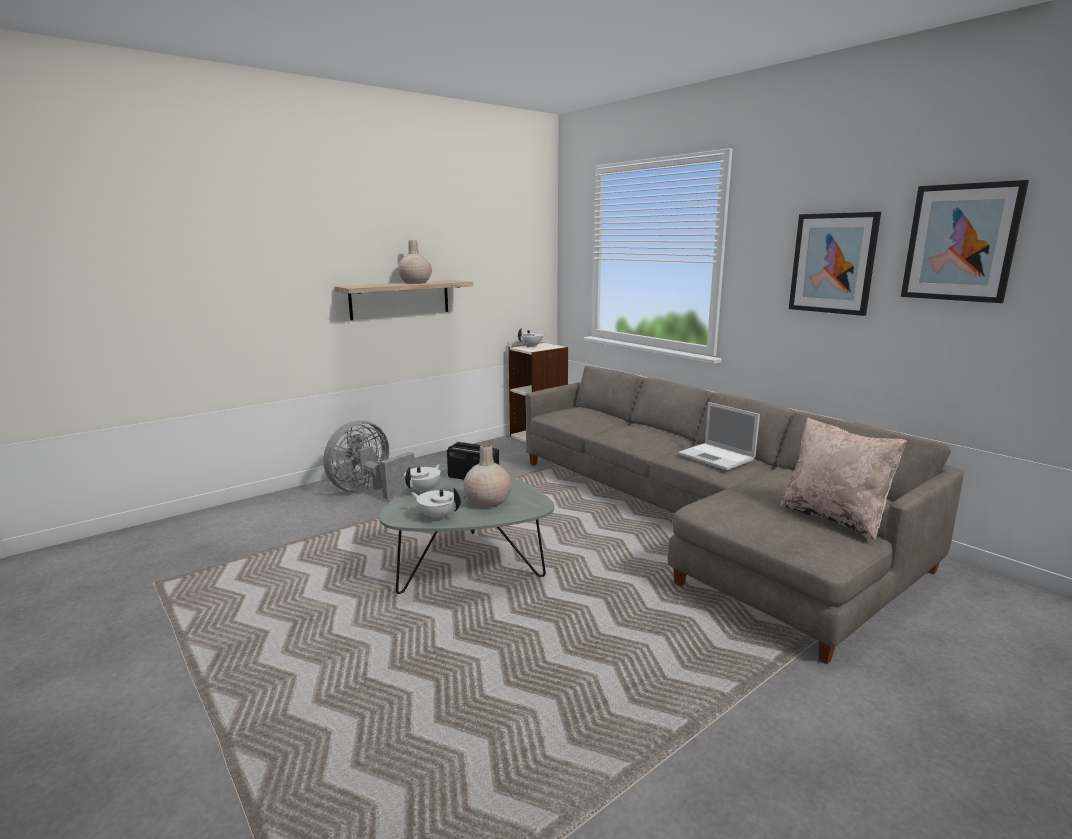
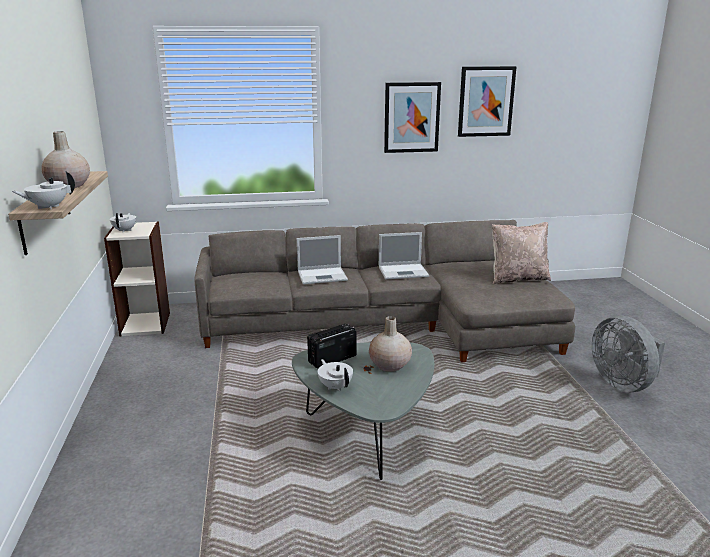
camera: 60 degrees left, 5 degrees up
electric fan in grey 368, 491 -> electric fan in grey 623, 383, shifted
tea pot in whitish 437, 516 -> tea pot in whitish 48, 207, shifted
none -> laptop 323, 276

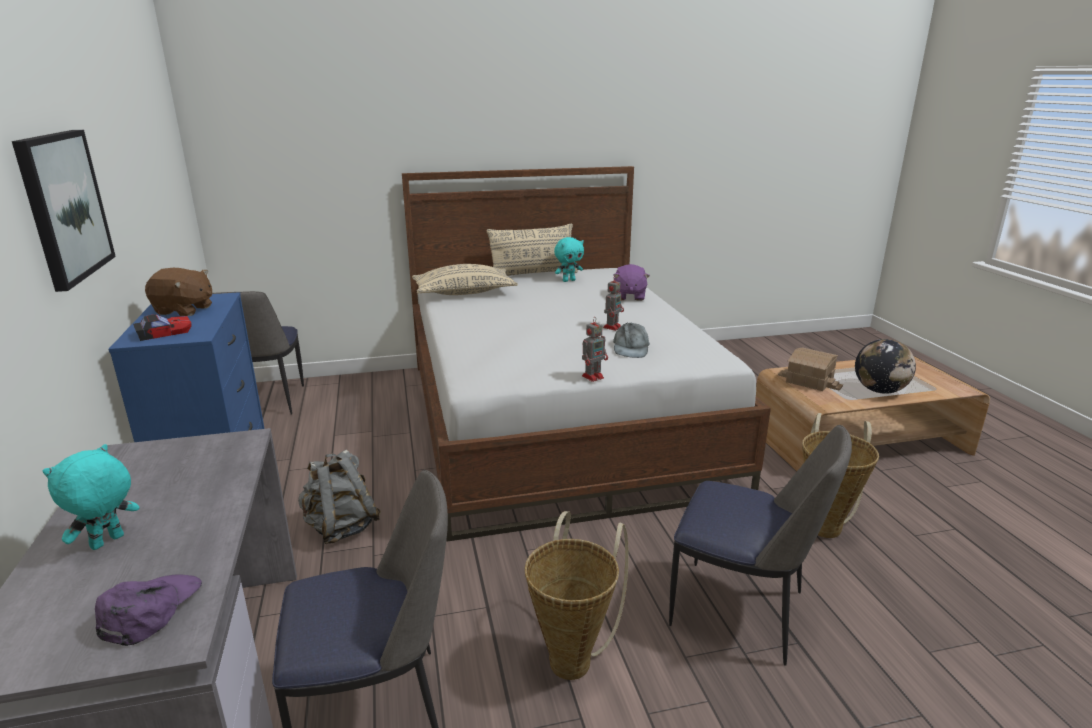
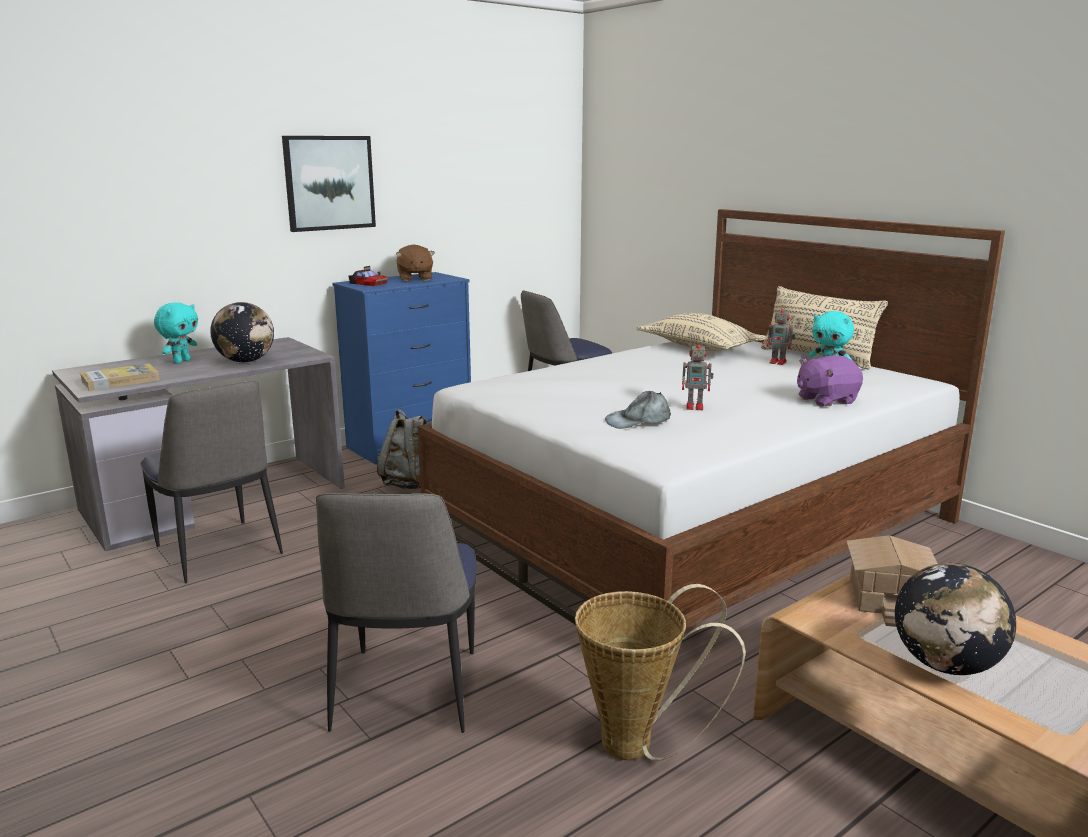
camera: 65 degrees right, 5 degrees down
cuddly toy in blue-green 107, 542 -> cuddly toy in blue-green 181, 361, 105 degrees clockwise
peaked cap in purple-coloured 150, 610 -> volume 120, 380
basket 574, 657 -> none
toy robot 593, 376 -> toy robot 779, 362, shifted
none -> globe 246, 361

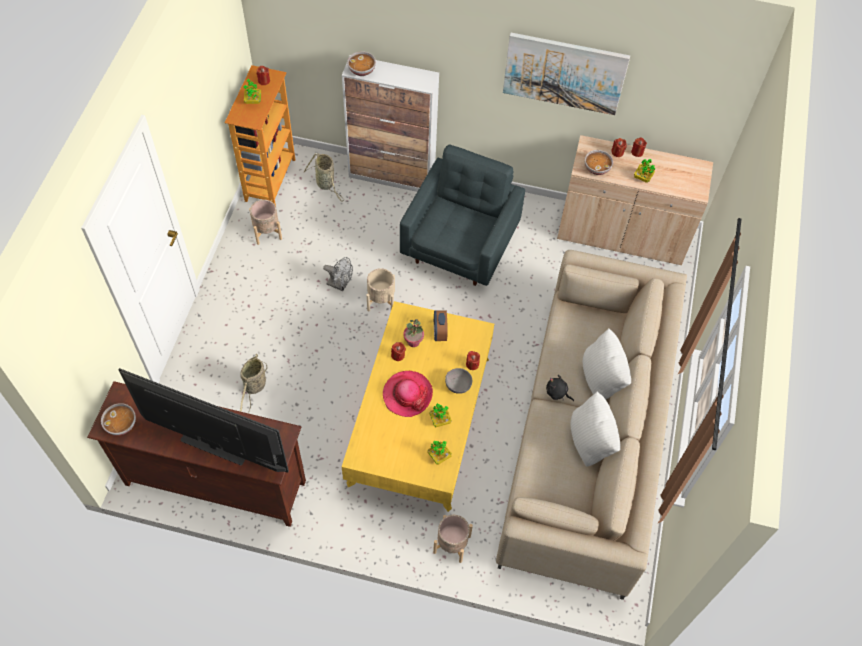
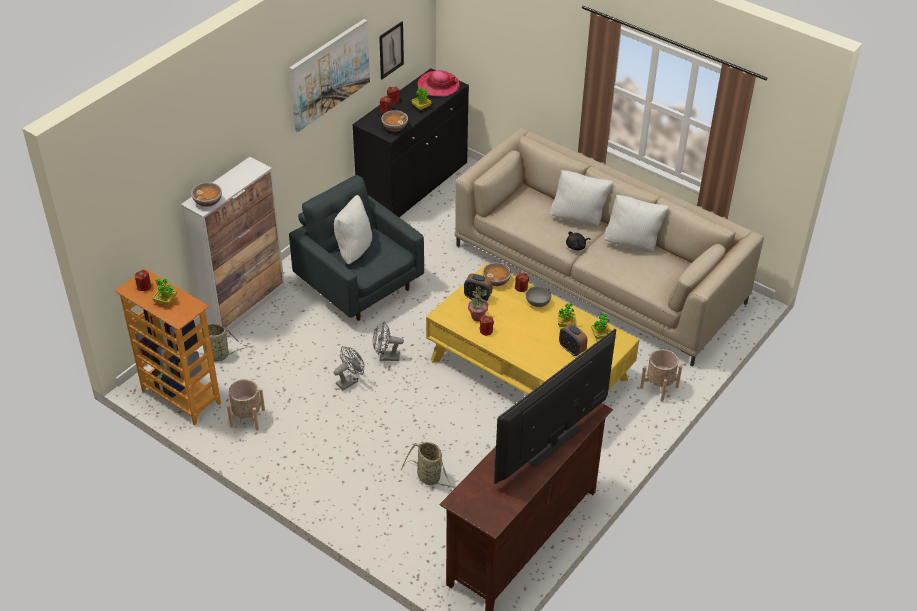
camera: 65 degrees left, 15 degrees down
deep dish 121, 424 -> deep dish 496, 280, shifted
flower pot in sand-coloured 381, 300 -> electric fan in grey 386, 357
clothing hat 407, 394 -> clothing hat 438, 86, shifted
storage cabinet in sand-coloured 622, 234 -> storage cabinet in black 413, 184
none -> cushion in whitish 353, 251
none -> wall art 391, 50
none -> alarm clock 572, 349

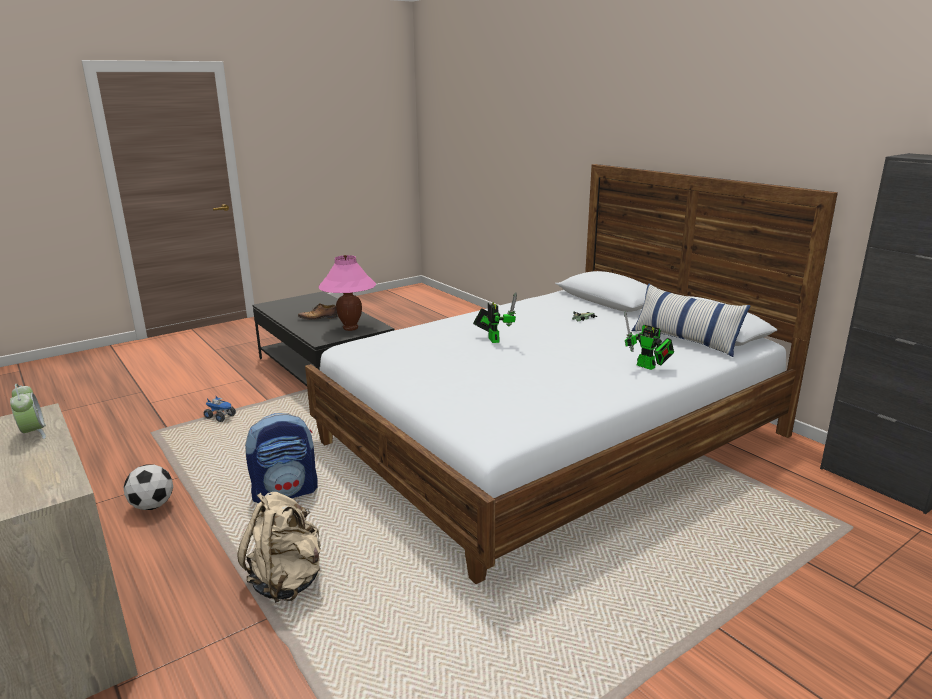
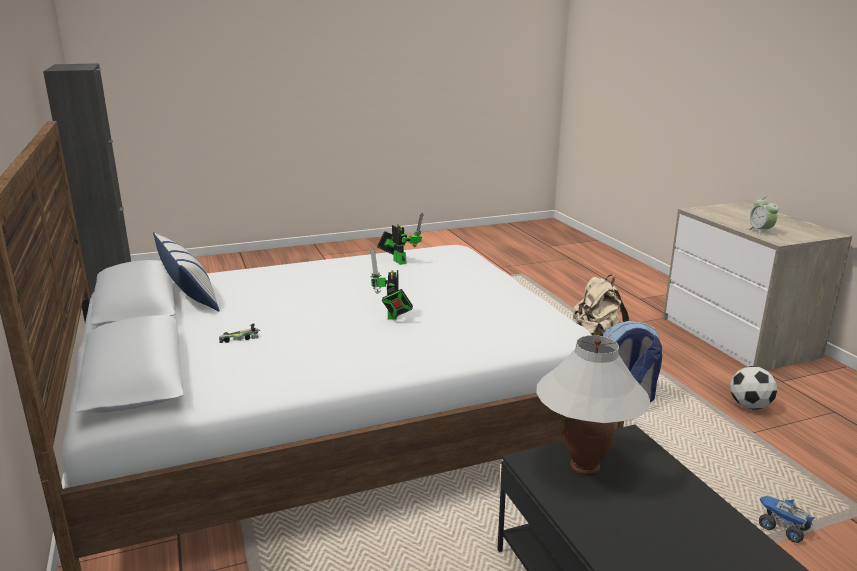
camera: 165 degrees left, 0 degrees up
item of footwear 319, 318 -> none
lamp for a table in pink-coloured 350, 328 -> lamp for a table in whitish 585, 468
toy robot 648, 367 -> toy robot 398, 261, shifted

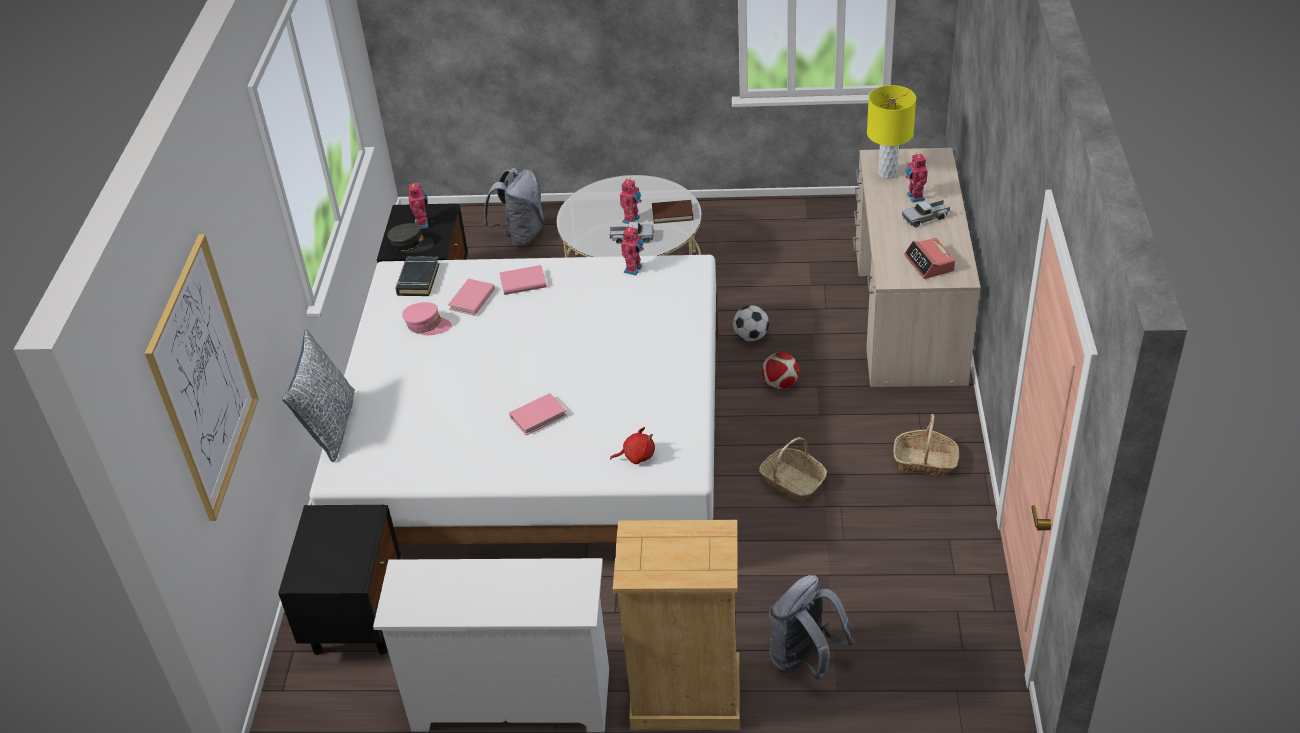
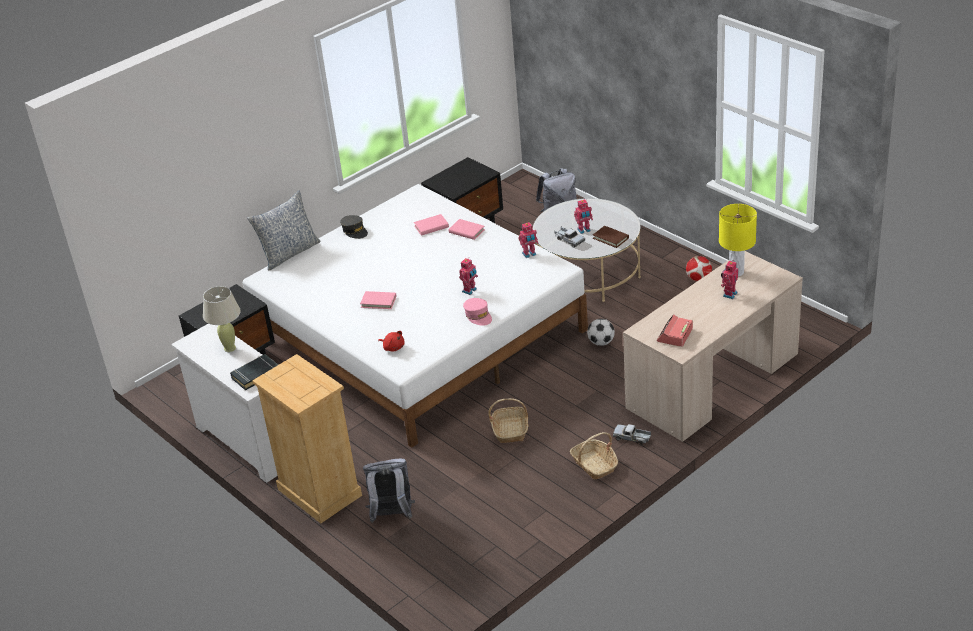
camera: 45 degrees right, 5 degrees down
wall art 203, 378 -> none
peaked cap in grey 411, 244 -> peaked cap in grey 354, 231, shifted
volume in black 418, 280 -> volume in black 255, 374, shifted
peaked cap in pink-coloured 427, 325 -> peaked cap in pink-coloured 478, 316, shifted
toy robot 423, 224 -> toy robot 470, 291, shifted
football 780, 384 -> football 698, 279, shifted
toy lorry 925, 218 -> toy lorry 632, 438, shifted
none -> lamp for a table in sand-coloured 230, 348

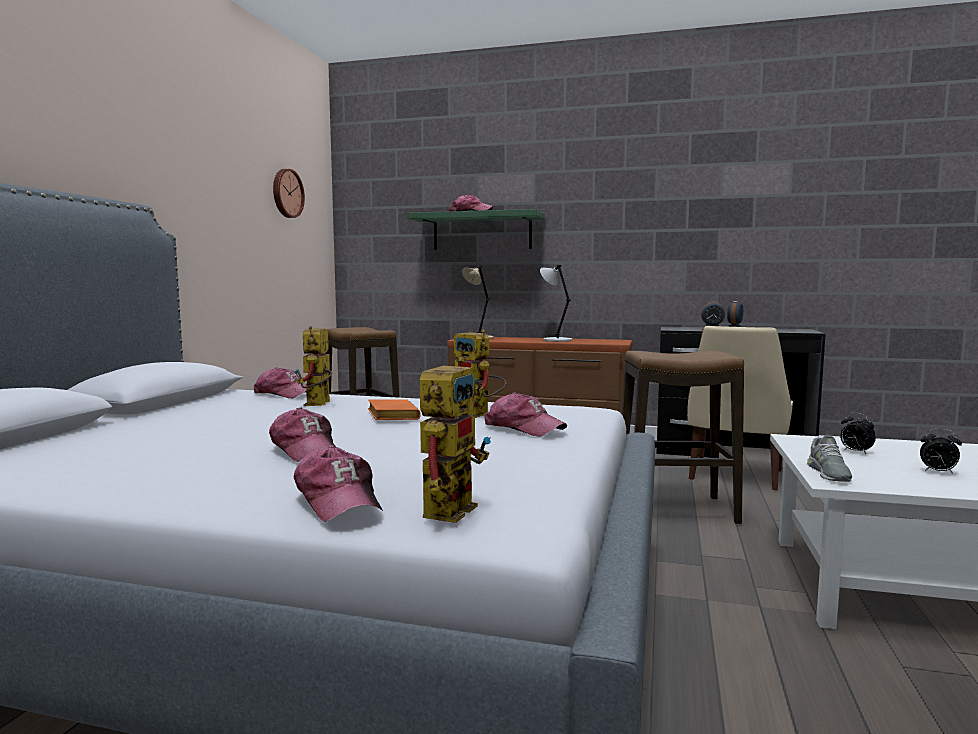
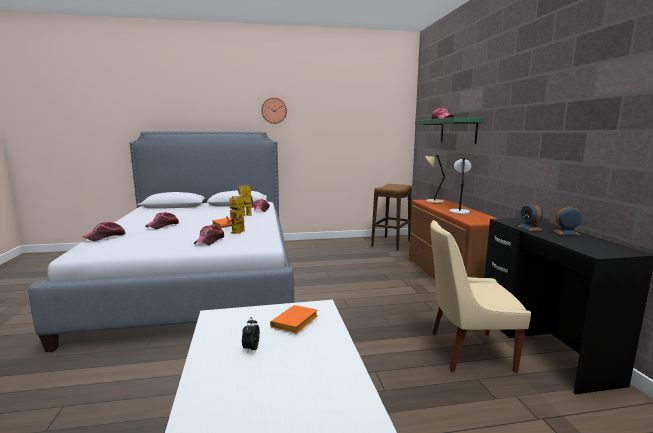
camera: 65 degrees right, 5 degrees up
hanging clock 286, 193 -> hanging clock 274, 110, shifted
toy robot 451, 506 -> none
stool seat 676, 510 -> none
item of footwear in grey 828, 473 -> none
alarm clock 855, 452 -> volume in orange-coloured 295, 324

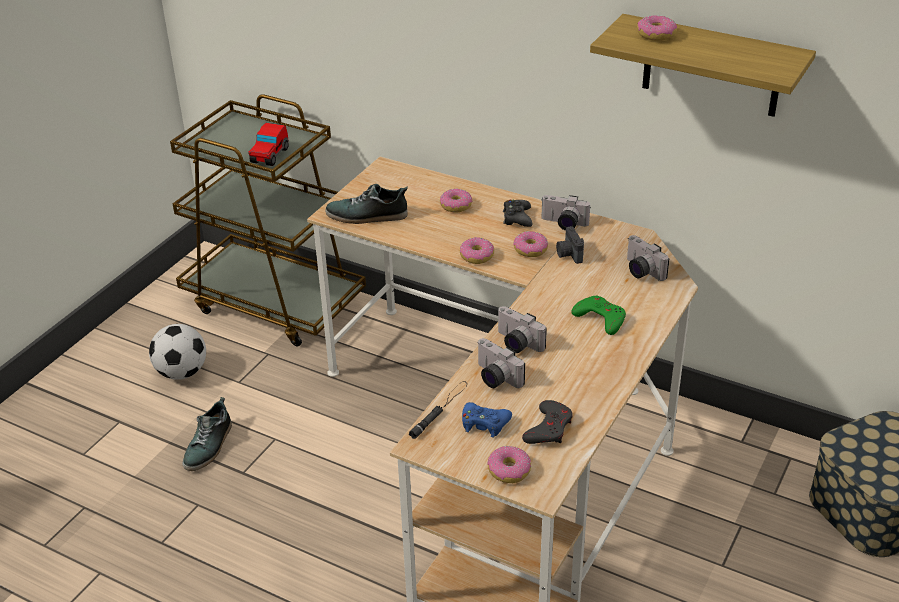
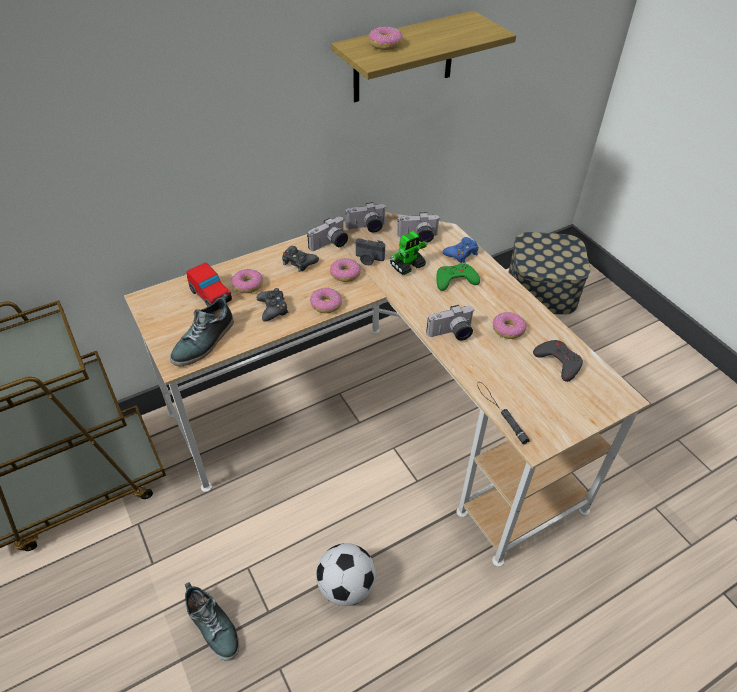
camera: 60 degrees left, 10 degrees up
football 181, 372 -> football 346, 586, shifted
toy car 269, 156 -> toy car 211, 296, shifted
joypad in blue 484, 424 -> joypad in blue 461, 253, shifted
photo camera 494, 378 -> photo camera 366, 228, shifted
donut 509, 470 -> donut 508, 330, shifted
none -> joypad in black 273, 308
none -> toy robot 408, 265

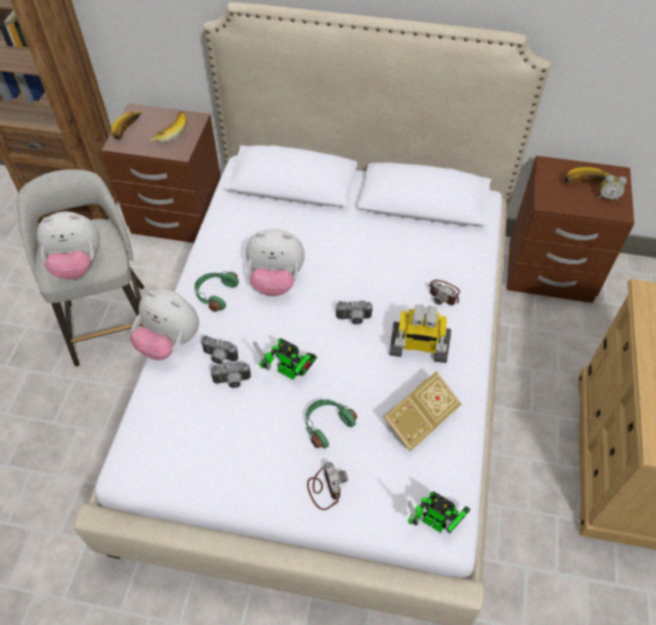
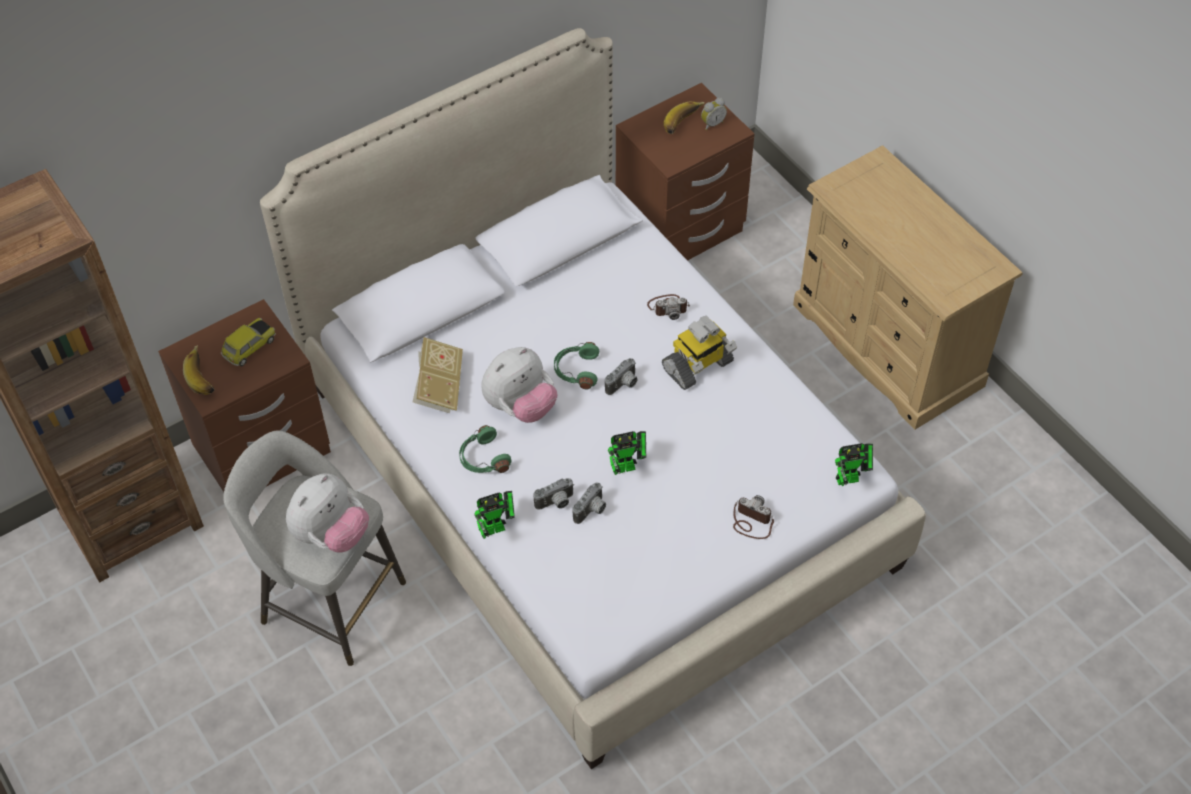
camera: 45 degrees left, 0 degrees up
cuddly toy 169, 342 -> toy robot 497, 528
banana fruit 169, 132 -> toy car 249, 347
headphones in green 326, 424 -> headphones in green 576, 370, shifted
volume 418, 419 -> volume 439, 387, shifted

